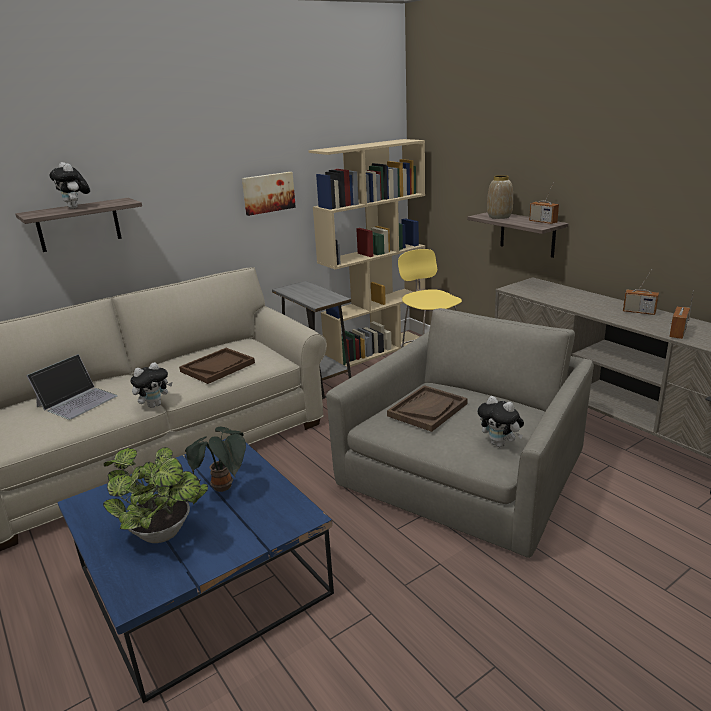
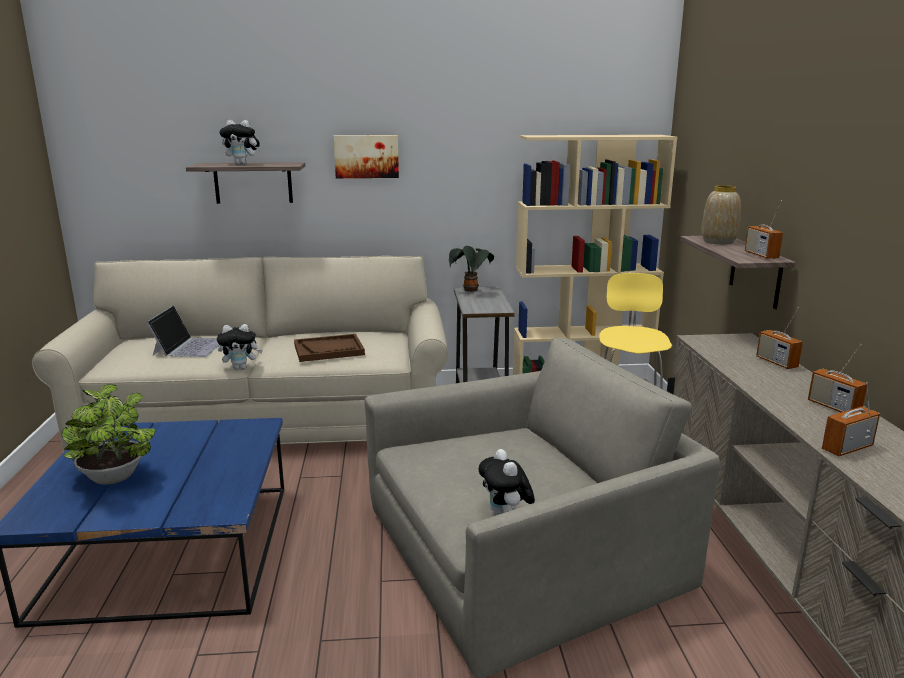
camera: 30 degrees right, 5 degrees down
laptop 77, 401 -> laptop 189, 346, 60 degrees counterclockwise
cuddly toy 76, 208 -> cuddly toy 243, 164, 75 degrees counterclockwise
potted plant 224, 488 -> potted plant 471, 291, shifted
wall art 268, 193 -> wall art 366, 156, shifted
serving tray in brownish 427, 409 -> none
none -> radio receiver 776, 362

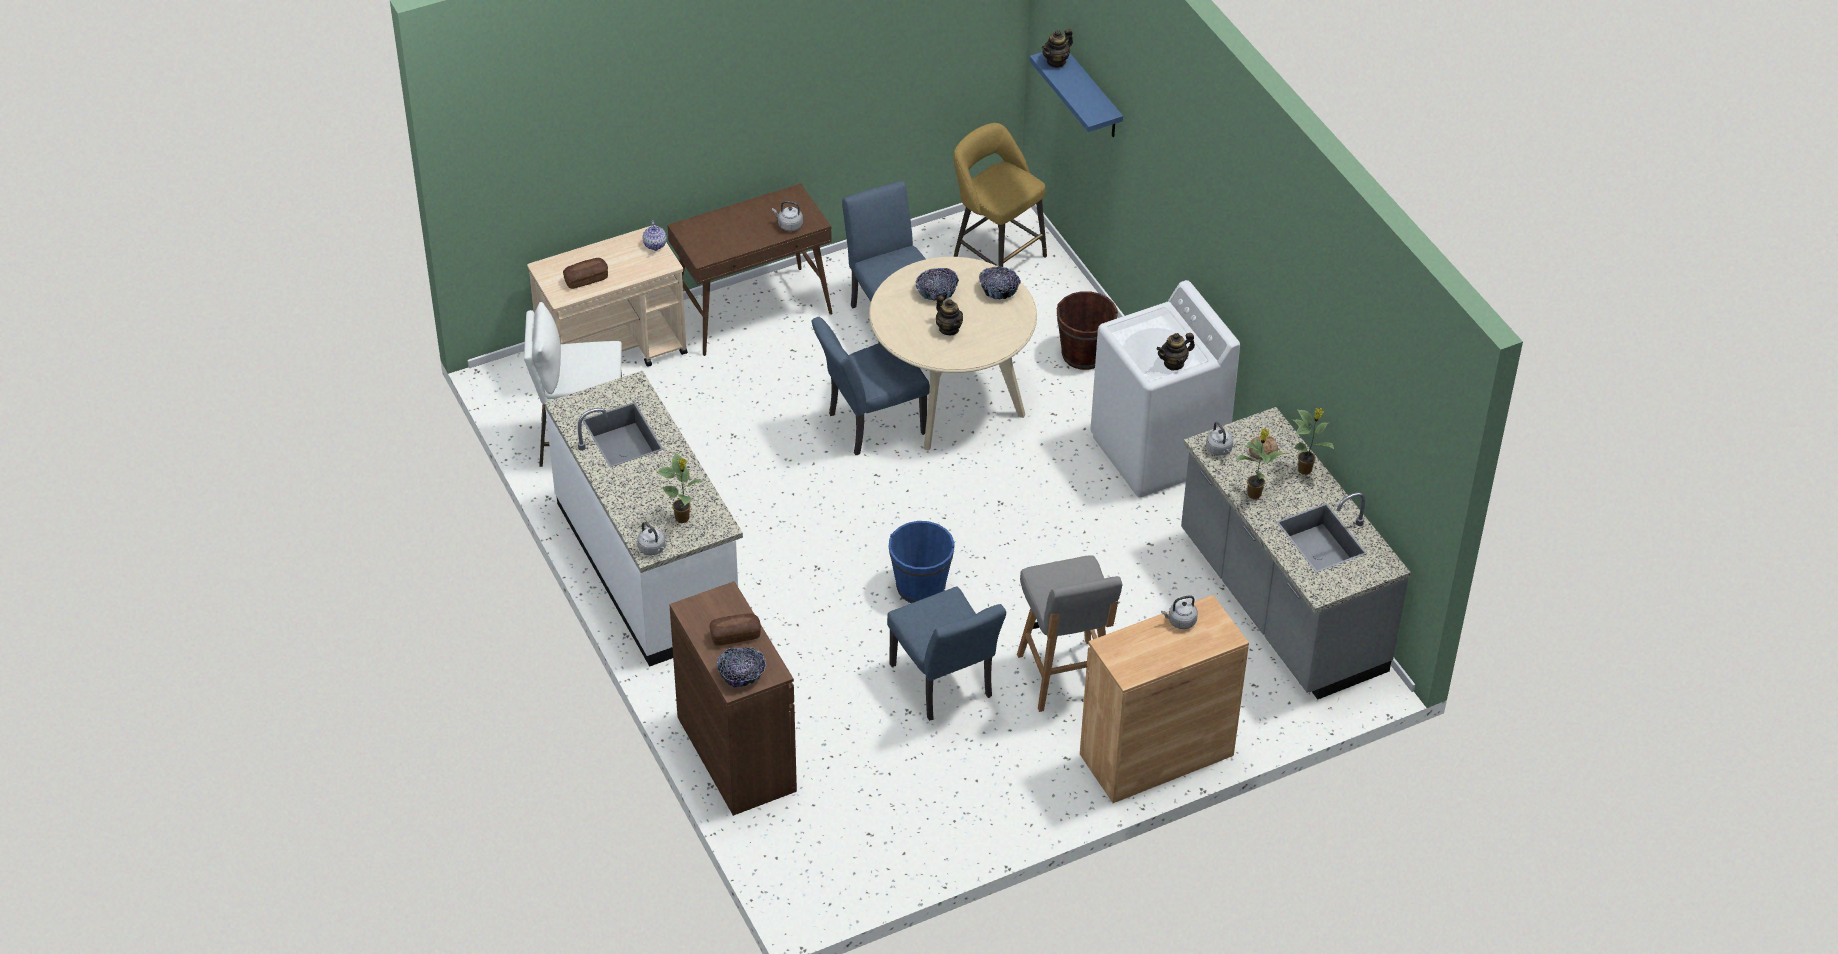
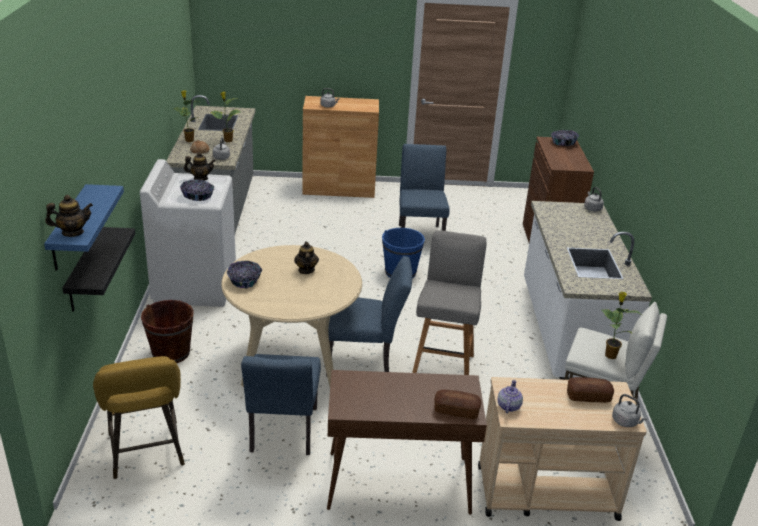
camera: 155 degrees left, 15 degrees down
potted plant 683, 518 -> potted plant 610, 355, shifted
bakery bread 735, 635 -> bakery bread 456, 410, shifted
water kettle in grey 789, 225 -> water kettle in grey 626, 422, shifted
deep dish 937, 291 -> deep dish 197, 196, shifted
stool seat in grey 1065, 677 -> stool seat in grey 443, 366, shifted
none -> shelf in black 84, 270

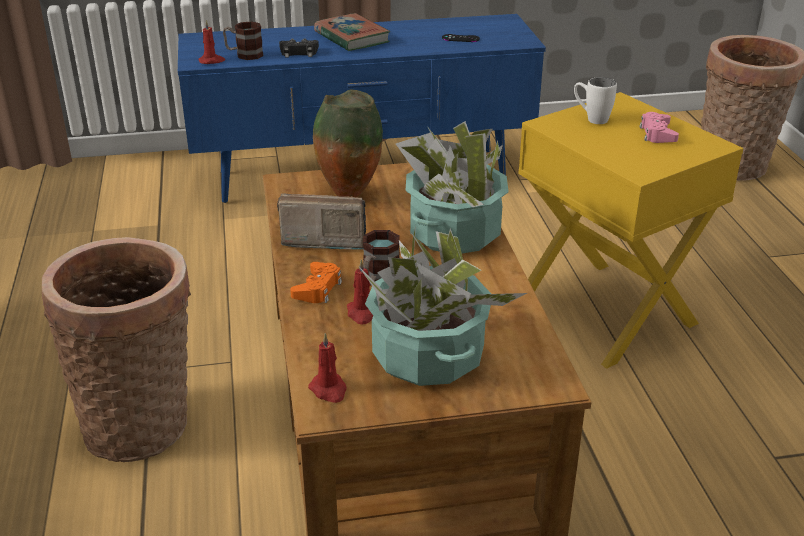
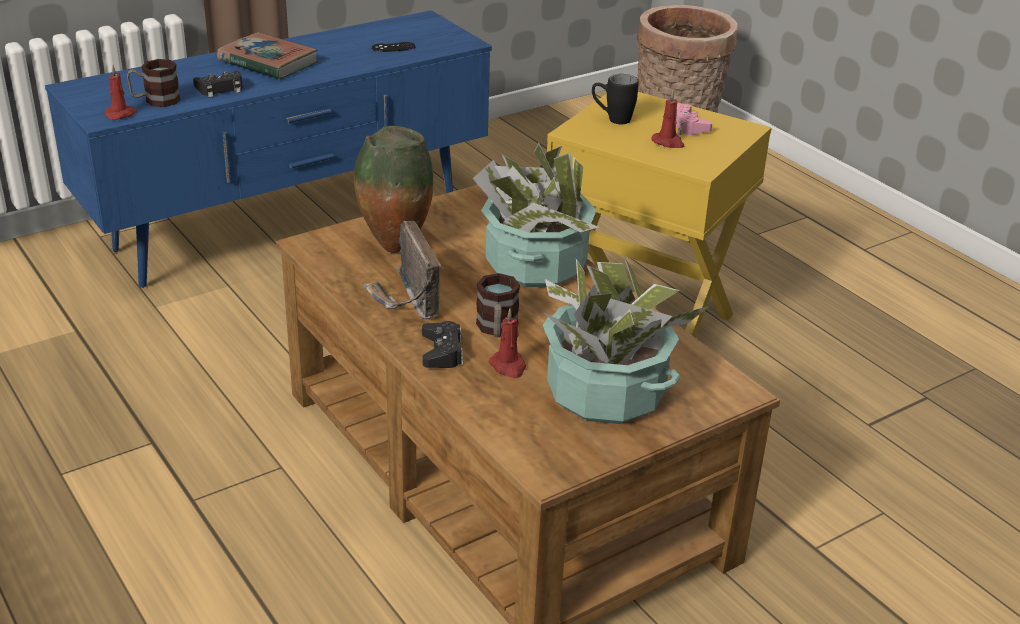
camera: 25 degrees left, 0 degrees up
basket 142, 423 -> none
radio receiver 323, 239 -> radio receiver 405, 299, 90 degrees counterclockwise
joypad in orange-coloured 318, 288 -> joypad in black 442, 352
wax candle in red 329, 390 -> wax candle in red 668, 142, shifted
mug in whitish 591, 118 -> mug in black 612, 119

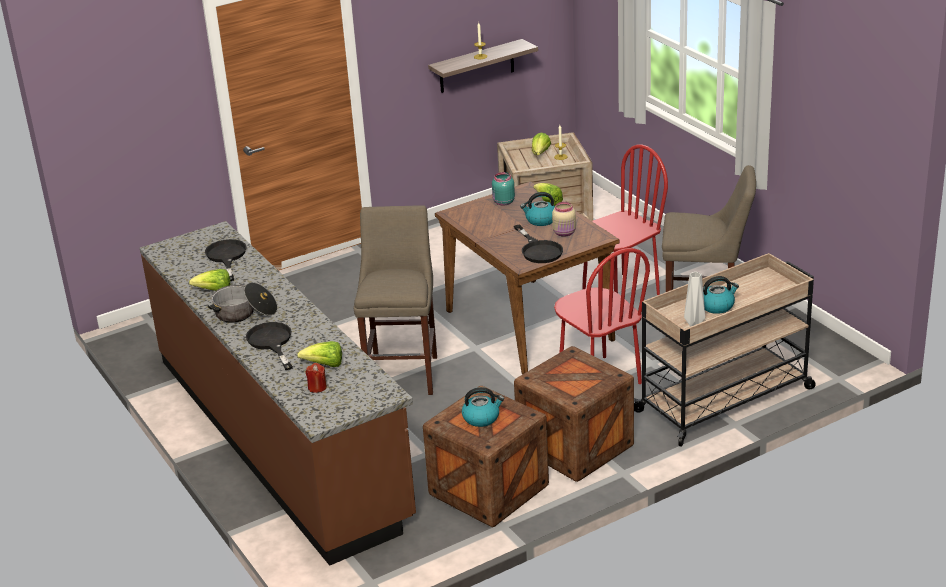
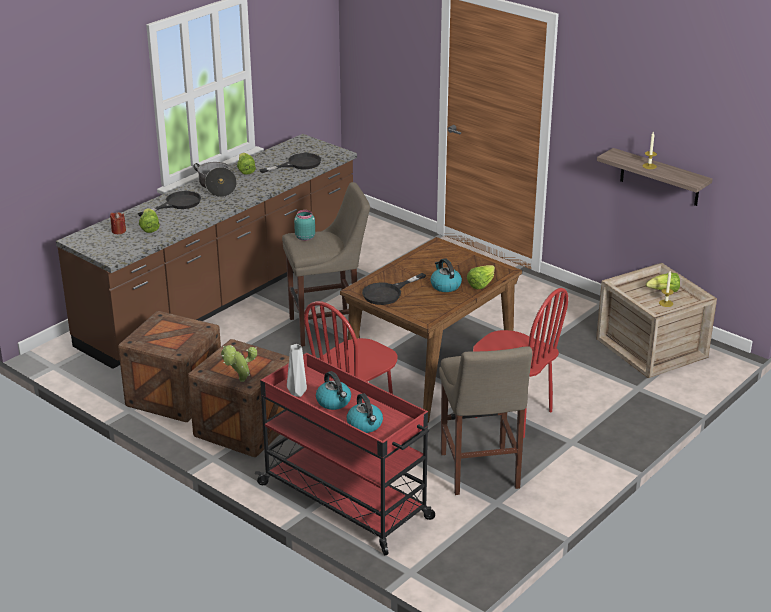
camera: 70 degrees right, 0 degrees up
water kettle 481, 418 -> water kettle 365, 425, shifted
jar in blue-green 503, 202 -> jar in blue-green 304, 237, shifted
jar in sand-coloured 565, 233 -> none
wheeled cart in sand-coloured 726, 399 -> wheeled cart in red 346, 502
none -> potted plant 240, 381

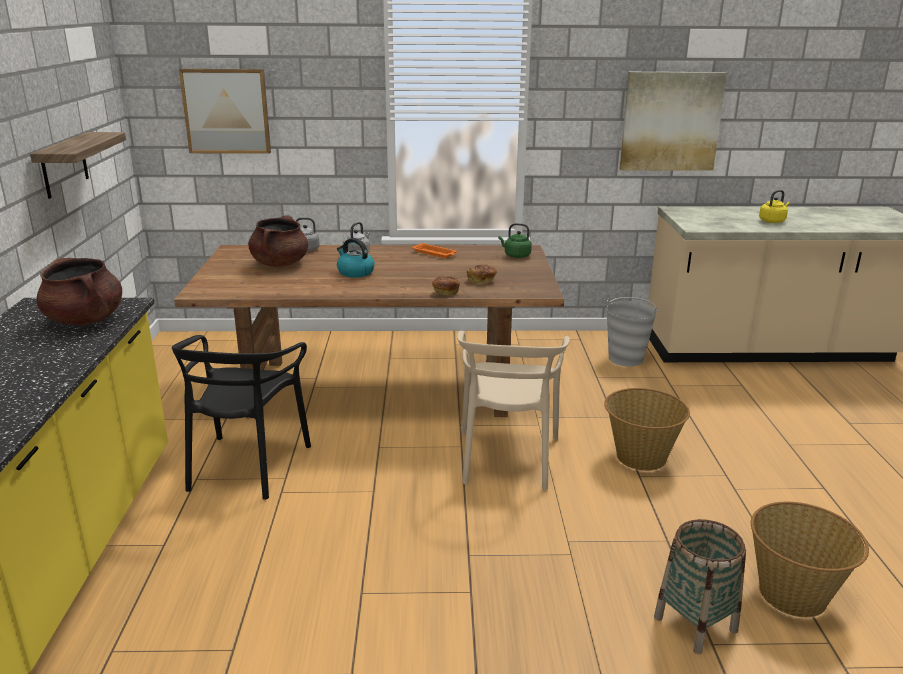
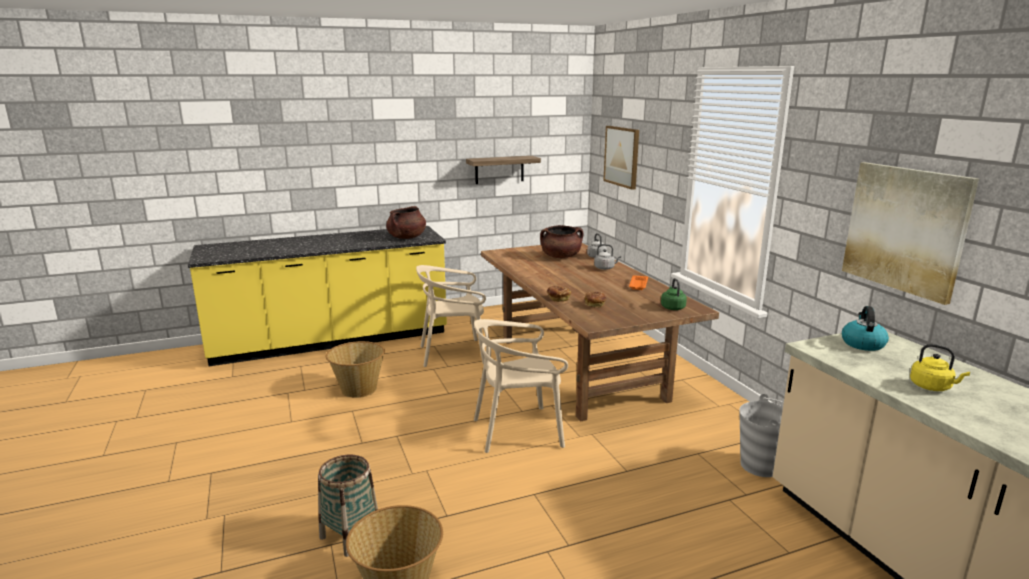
camera: 70 degrees right, 5 degrees down
plain chair in black 247, 466 -> plain chair in sand-coloured 453, 354
water kettle 355, 272 -> water kettle 862, 343, shifted
basket 640, 457 -> basket 358, 389, shifted

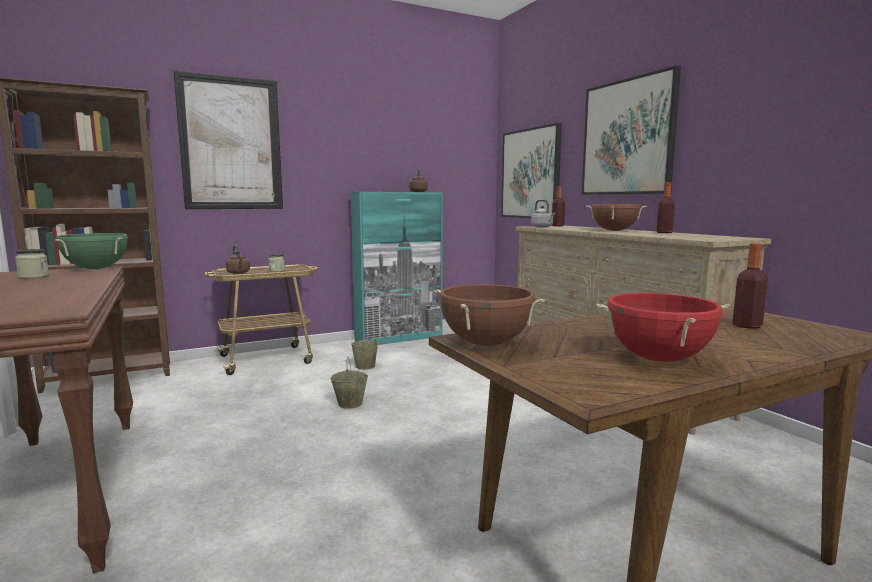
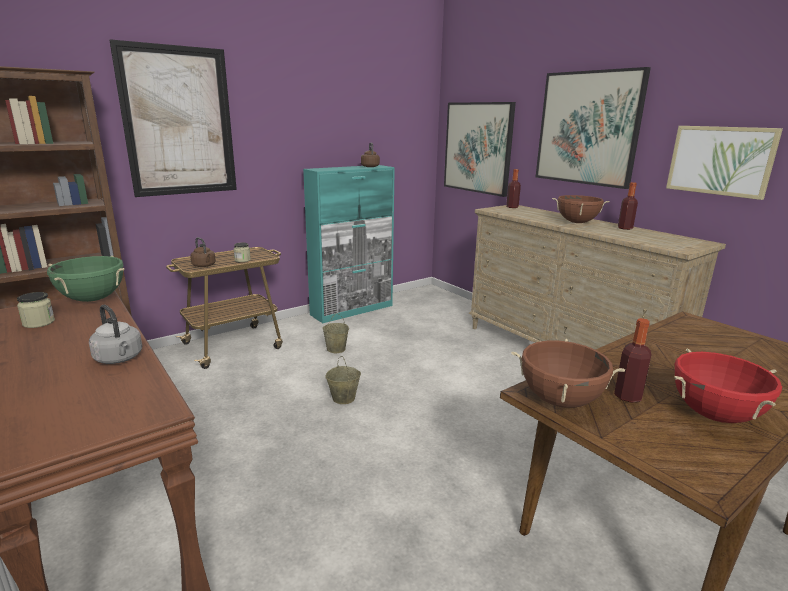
camera: 10 degrees left, 10 degrees up
water kettle in grey 542, 227 -> water kettle in grey 119, 359, shifted
bottle 747, 326 -> bottle 627, 396, shifted
none -> wall art 720, 160

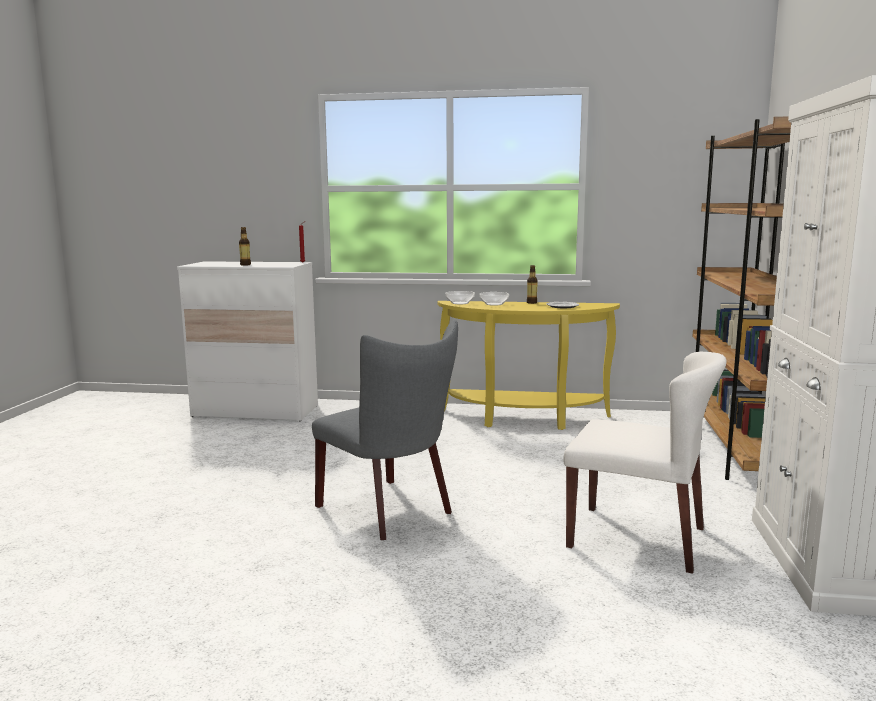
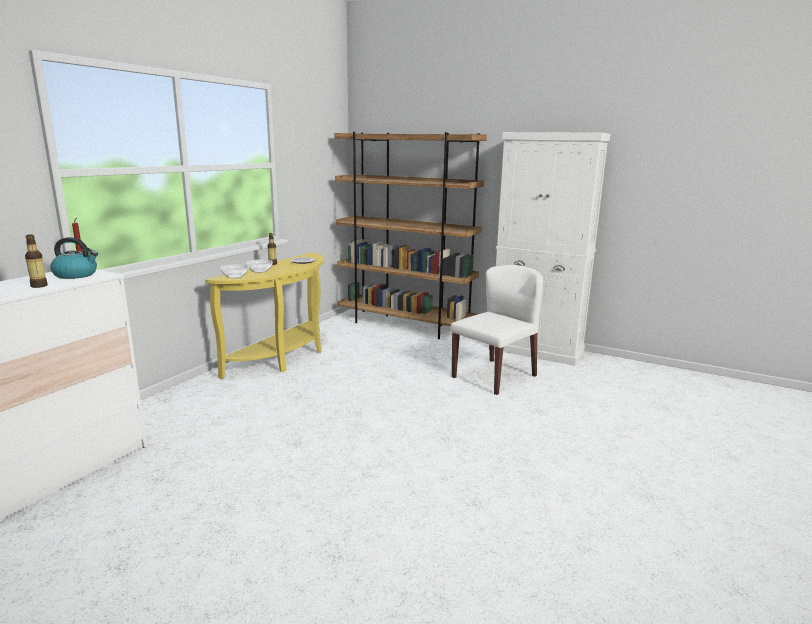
camera: 70 degrees left, 5 degrees up
plain chair in grey 390, 511 -> none
none -> water kettle 76, 275

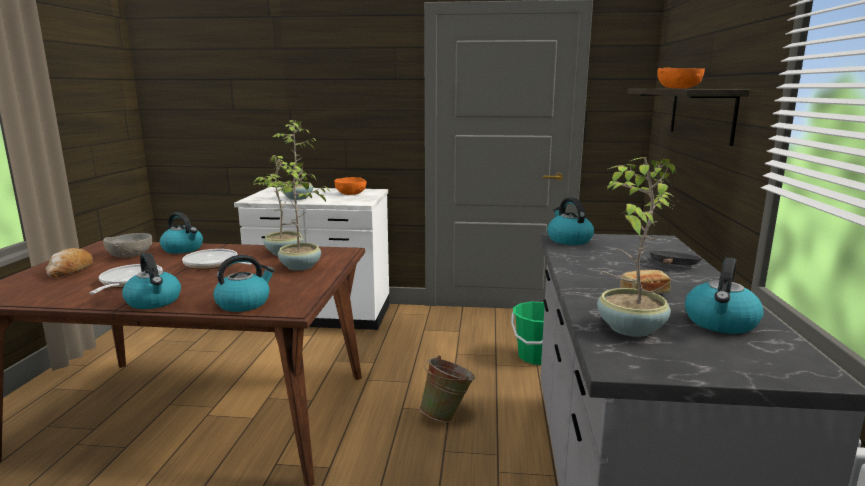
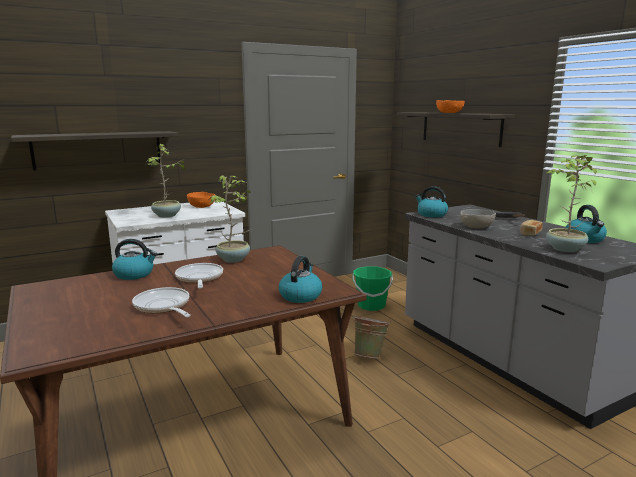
camera: 35 degrees left, 0 degrees up
bakery bread 70, 271 -> none
deep dish in grey 130, 255 -> deep dish in grey 476, 226, shifted
water kettle 154, 302 -> none
frying pan 214, 264 -> frying pan 199, 278, 75 degrees clockwise
potted plant 300, 267 -> none
none -> shelf 98, 149

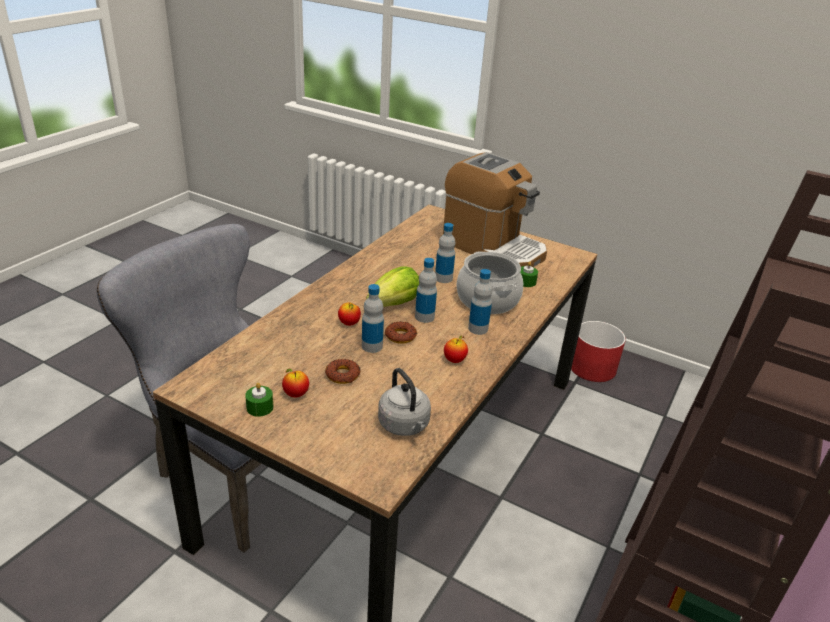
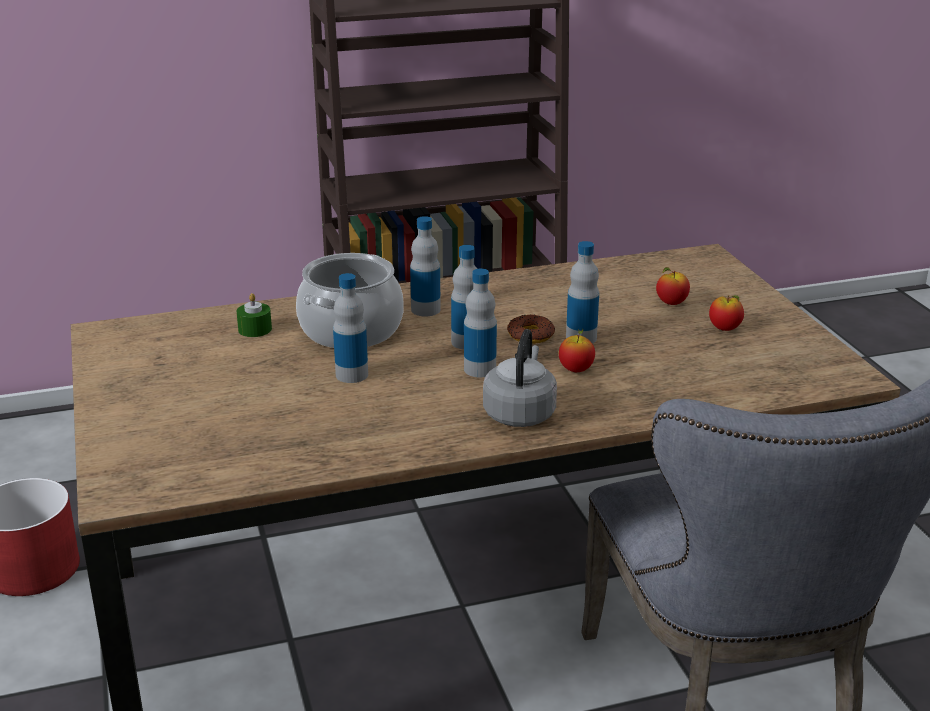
camera: 135 degrees left, 5 degrees down
wax candle in green 260, 407 -> none
donut 343, 375 -> none
lettuce head 394, 304 -> bottle 480, 369
water kettle in grey 405, 426 -> water kettle in grey 520, 413, shifted
coffee machine 493, 248 -> none
apple 454, 360 -> apple 671, 303, shifted

